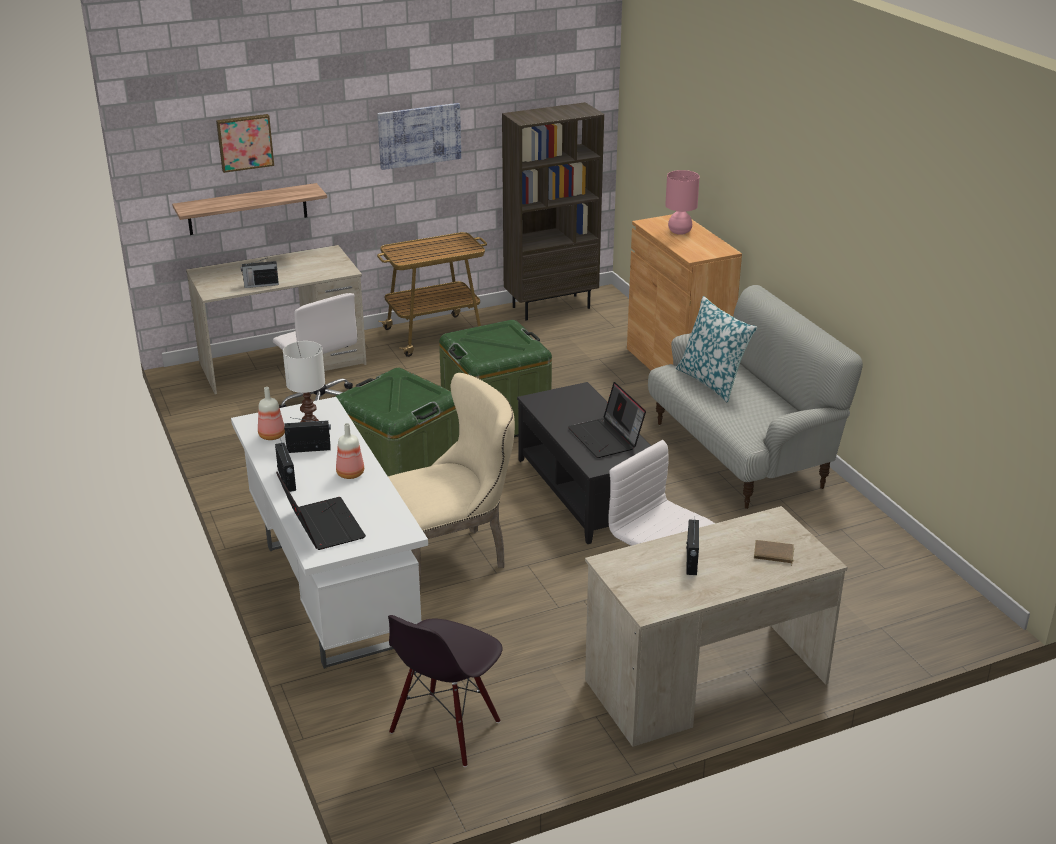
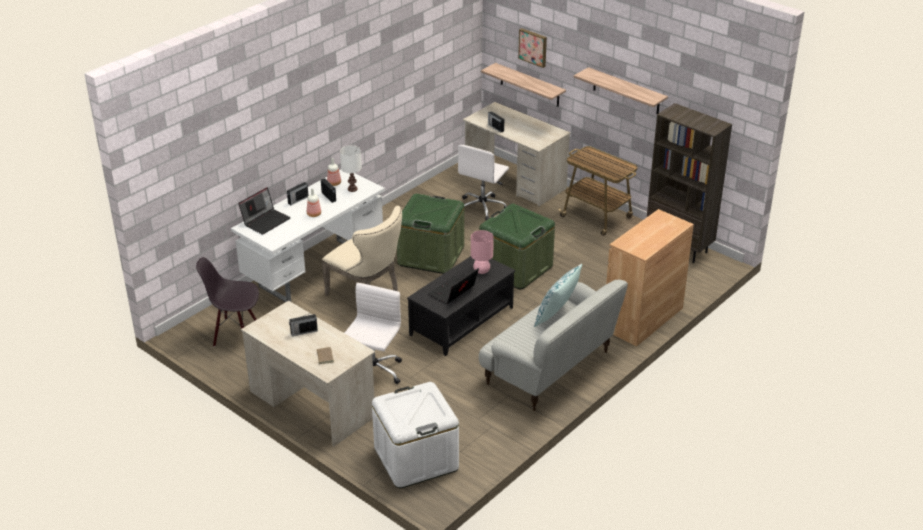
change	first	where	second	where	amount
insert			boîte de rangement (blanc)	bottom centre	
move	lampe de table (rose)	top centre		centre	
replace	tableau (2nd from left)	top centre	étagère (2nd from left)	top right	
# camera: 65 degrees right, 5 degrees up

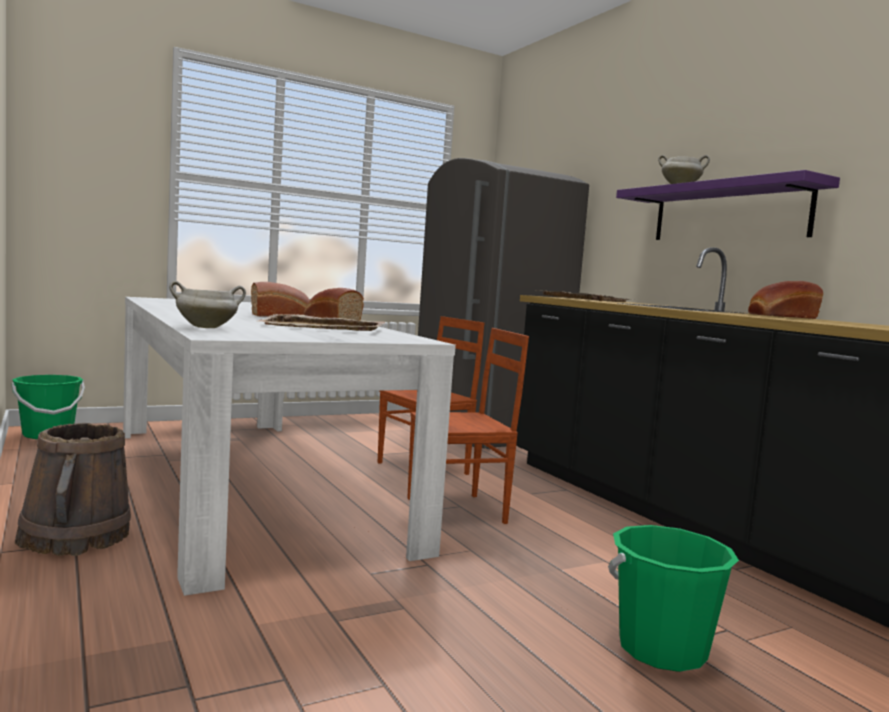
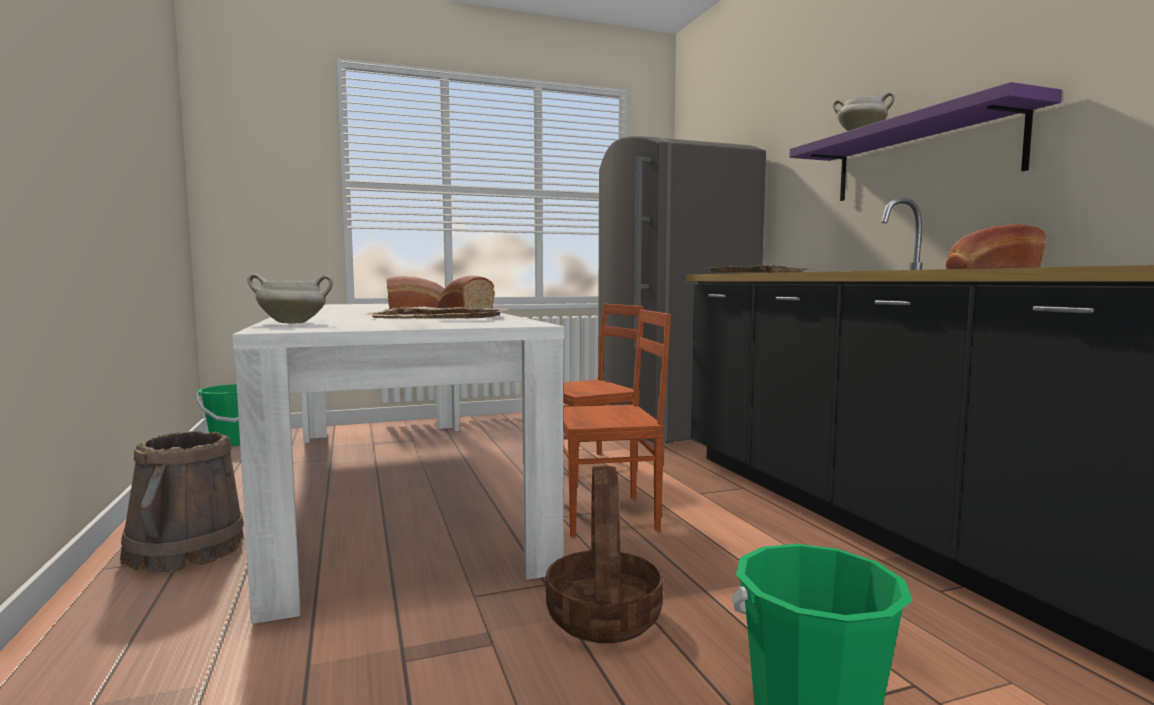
change	first	where	second	where	amount
insert			panier	bottom centre	
# camera: 10 degrees right, 0 degrees up

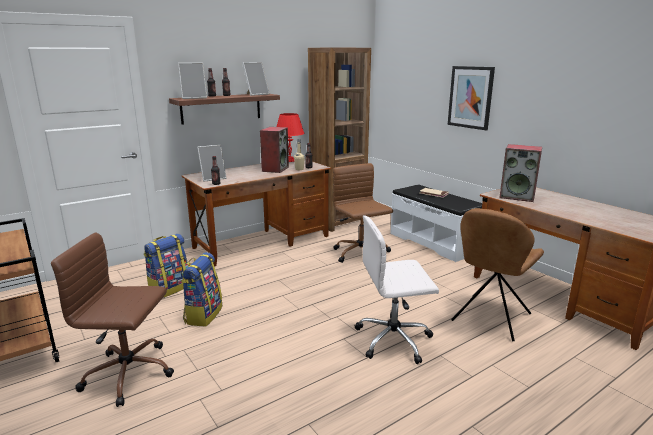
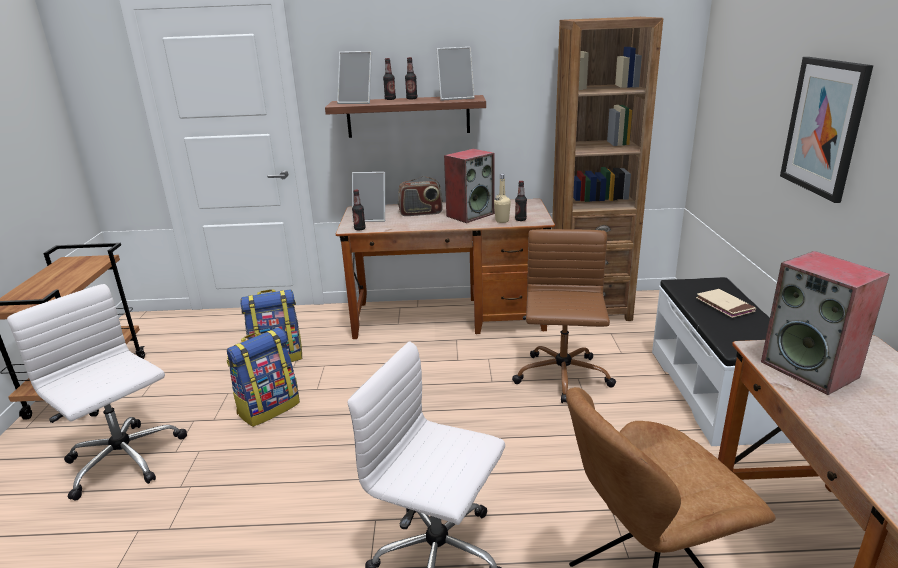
change	first	where	second	where	amount
delete	lampe de table (rouge)	top centre			
insert			radio	centre	
recolor	chaise de bureau (marron) (1st from left)	bottom left	chaise de bureau (blanc) (1st from left)	bottom left	
# camera: 35 degrees right, 5 degrees up

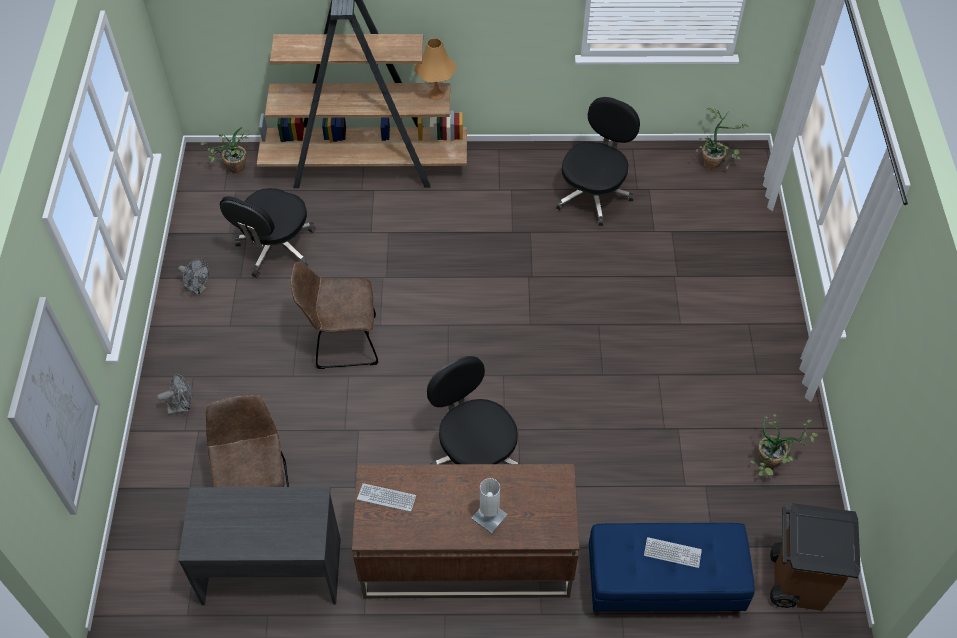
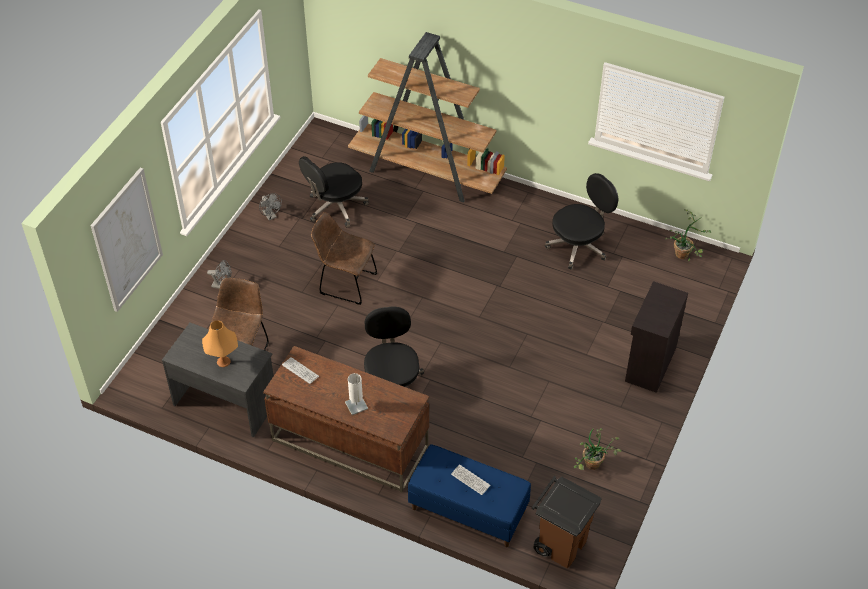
change	first	where	second	where	amount
delete	plante en pot (1st from left)	top left			
insert			meuble de rangement (noir)	middle right	
move	lampe de table (orange)	top centre		middle left	
# camera: 25 degrees right, 5 degrees down

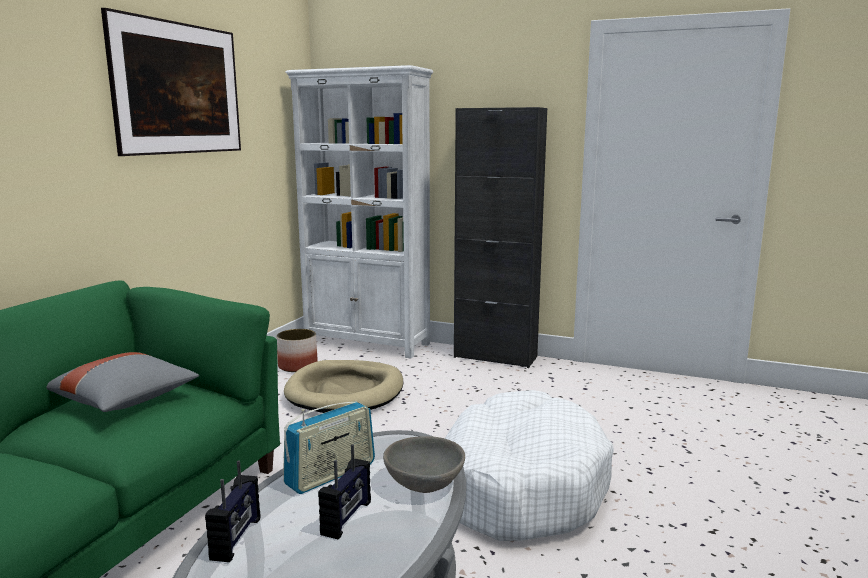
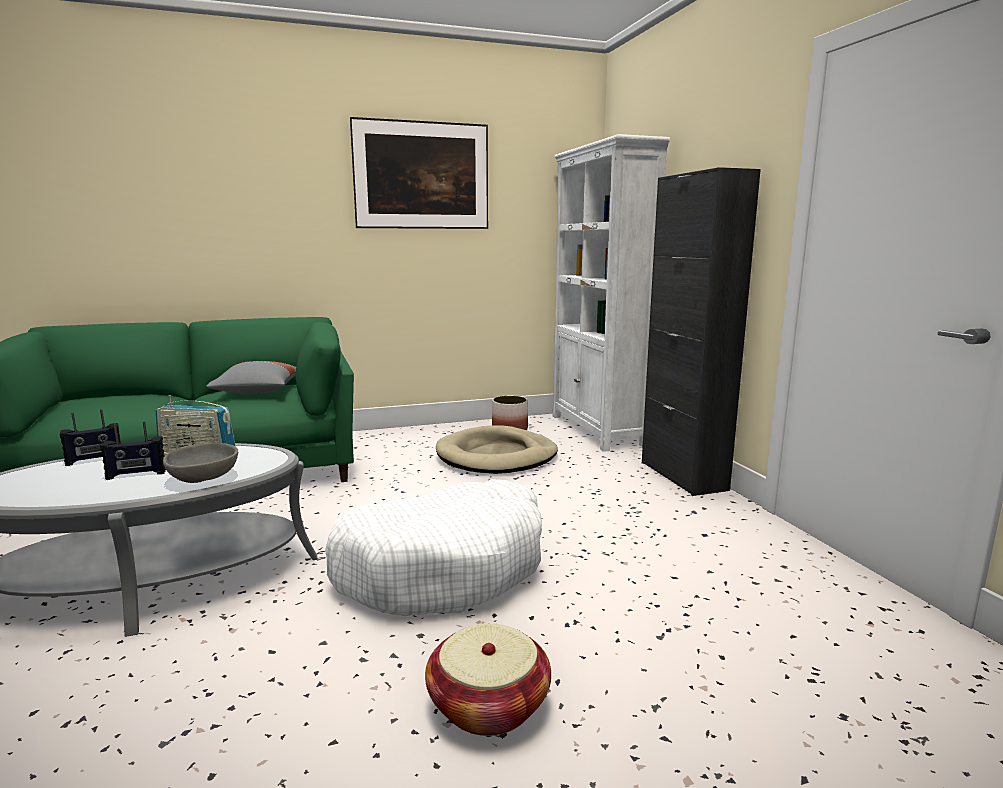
change	first	where	second	where	amount
insert			panier	bottom centre	
# camera: 50 degrees right, 0 degrees up

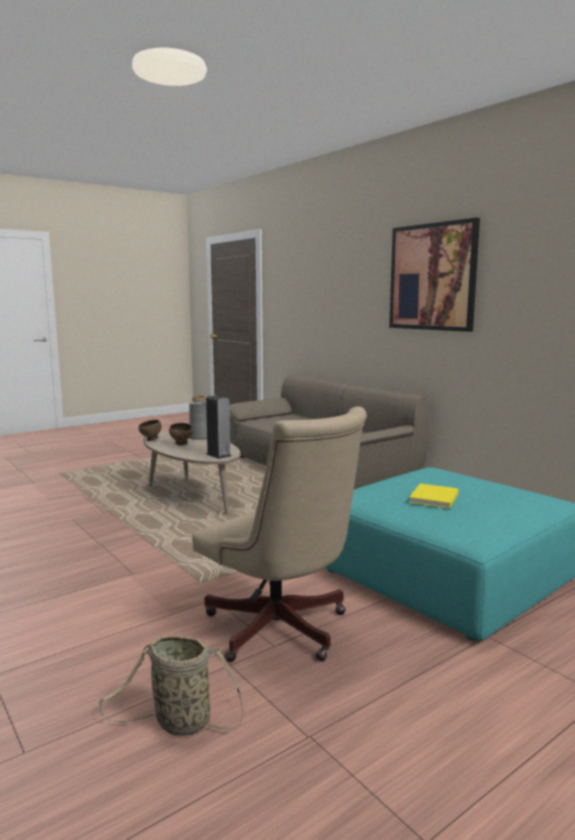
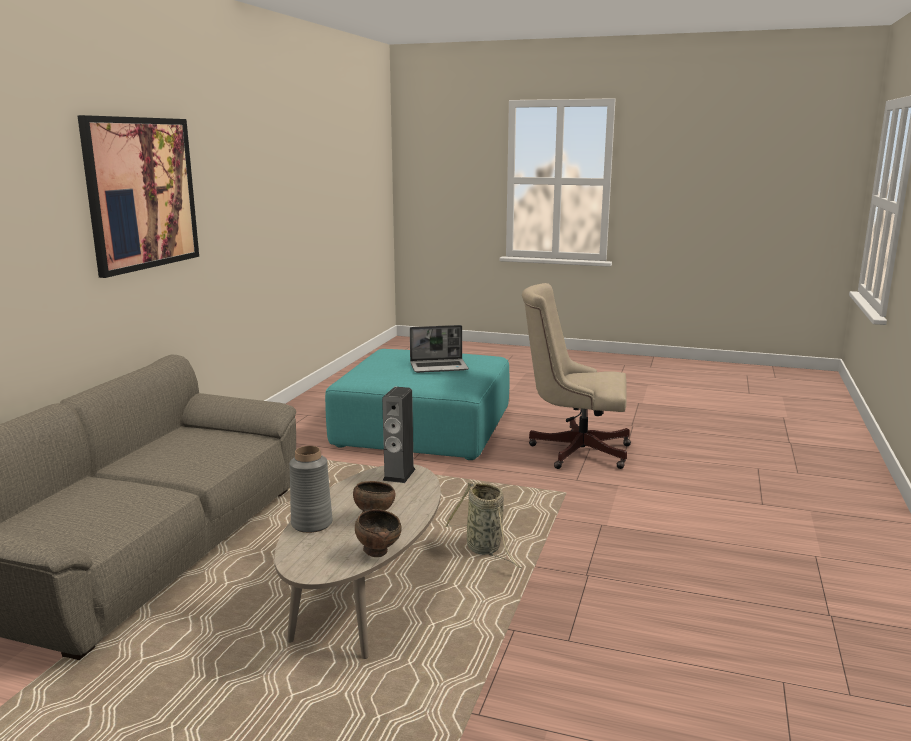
change	first	where	second	where	amount
move	panier	bottom left		bottom centre	
replace	livre (jaune)	middle right	ordinateur portable	centre	
rotate	chaise de bureau (beige)	centre		centre	90 degrees counterclockwise
# camera: 125 degrees left, 5 degrees up

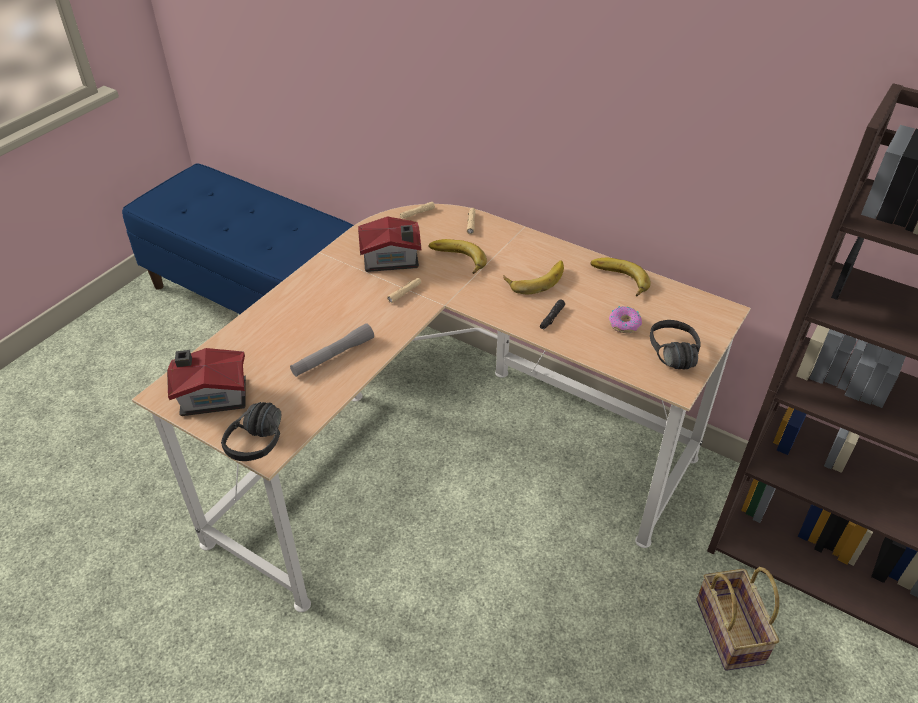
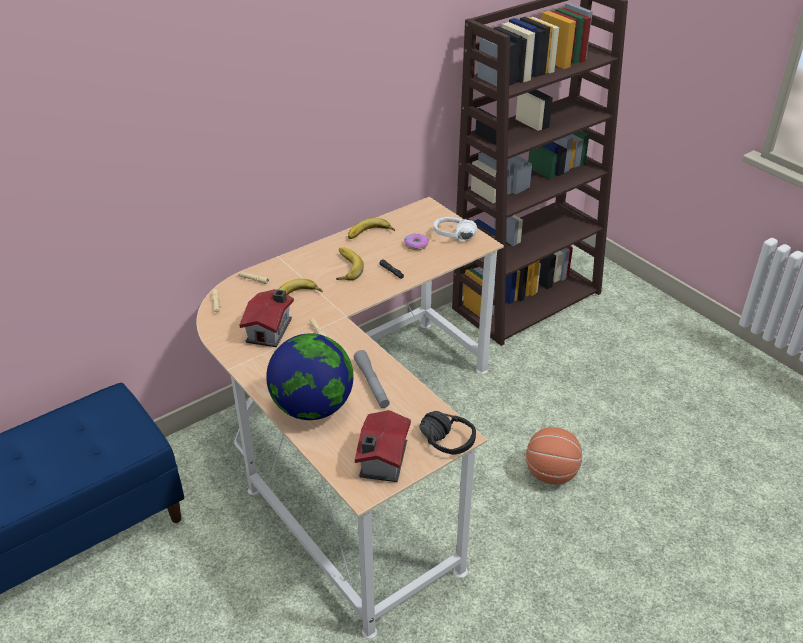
change	first	where	second	where	amount
delete	panier	bottom right			
insert			globe	centre	
insert			ballon de basket	bottom right	
recolor	casque audio (noir) (2nd from left)	middle right	casque audio (blanc)	centre	
# camera: 70 degrees left, 5 degrees down

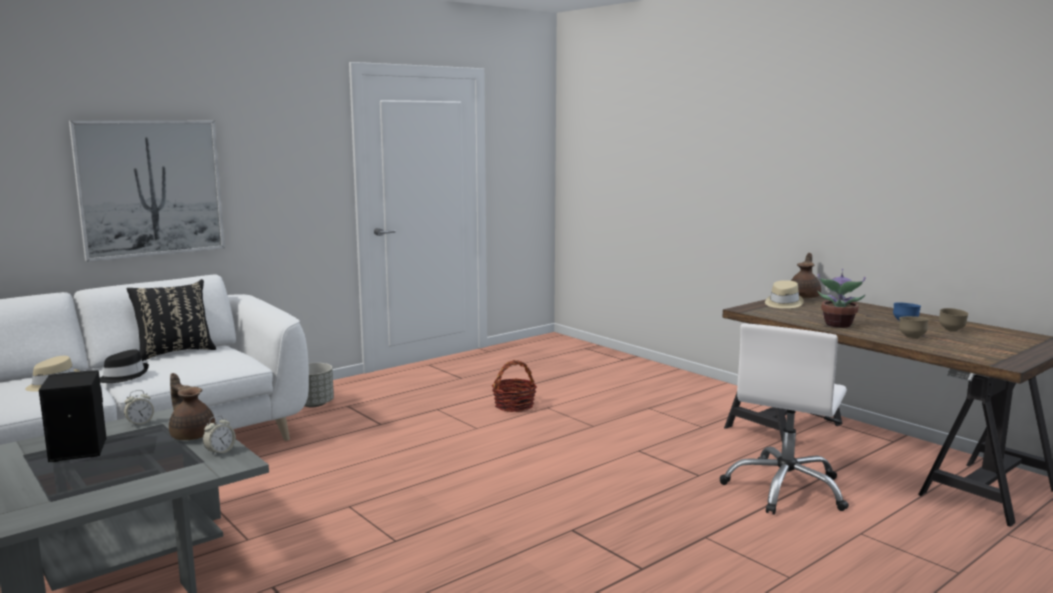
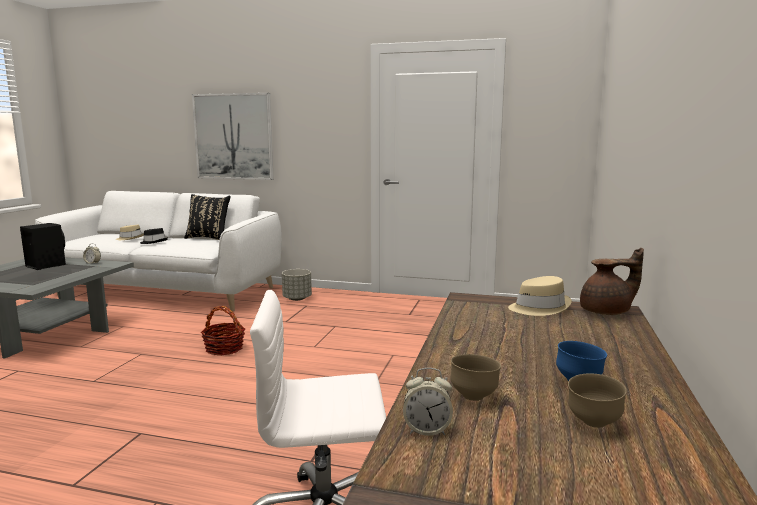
change	first	where	second	where	amount
delete	théière (marron) (1st from left)	bottom left			
delete	plante en pot	middle right			
move	réveil (2nd from left)	bottom left		bottom centre	
move	panier	centre		middle left	
# camera: 55 degrees right, 0 degrees up

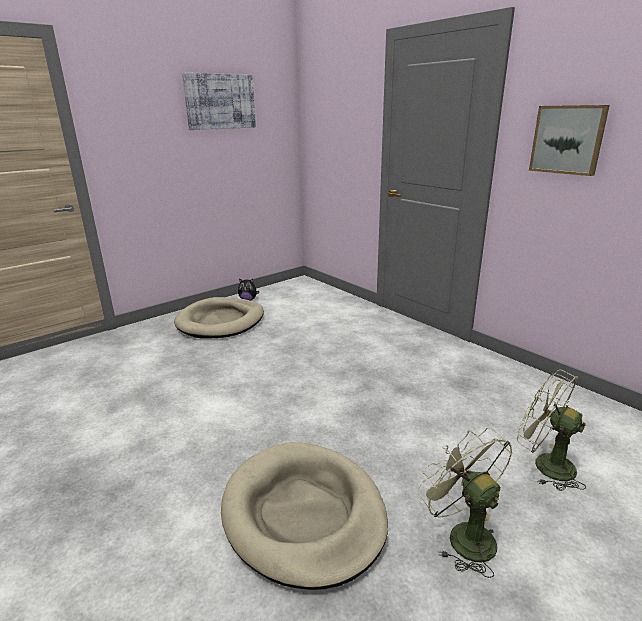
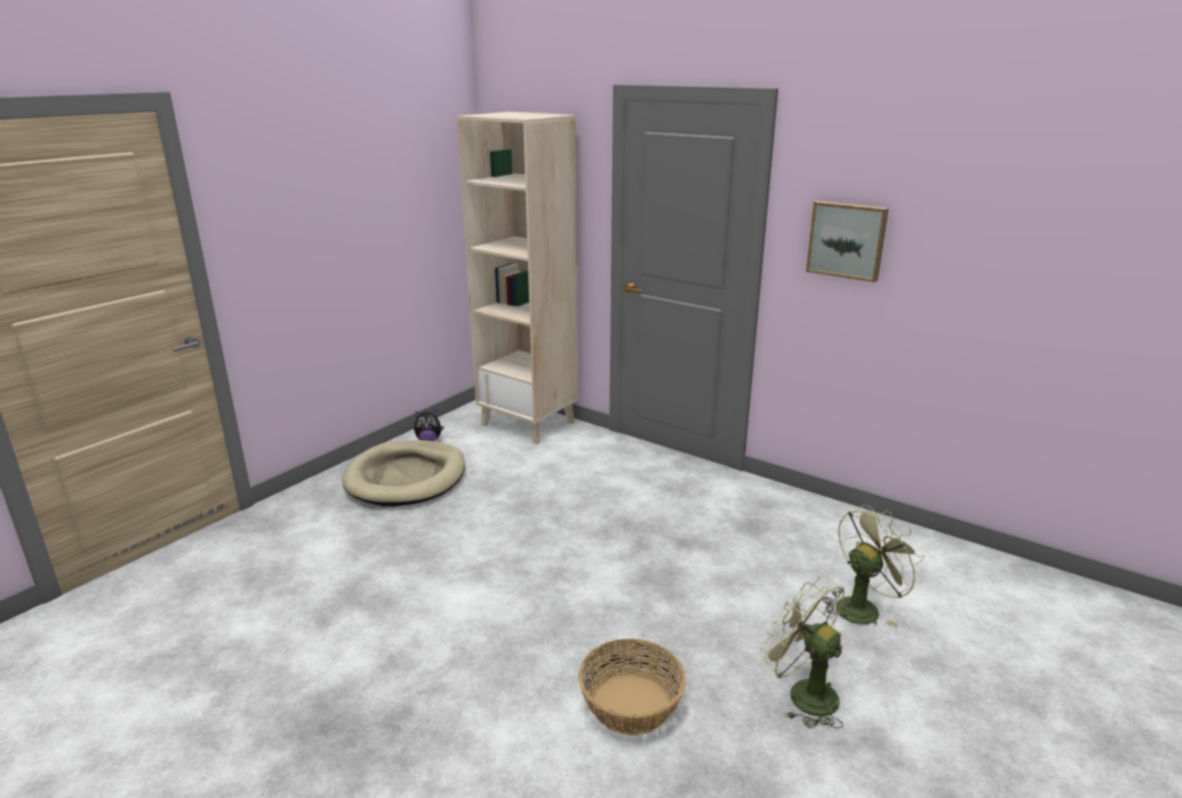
change	first	where	second	where	amount
delete	tableau (1st from left)	top centre			
insert			bibliothèque (beige)	centre	
replace	panier pour chien (beige) (2nd from left)	bottom centre	panier	bottom centre	
rotate	ventilateur (vert) (2nd from left)	bottom right		bottom right	120 degrees clockwise
# camera: 15 degrees left, 0 degrees up

